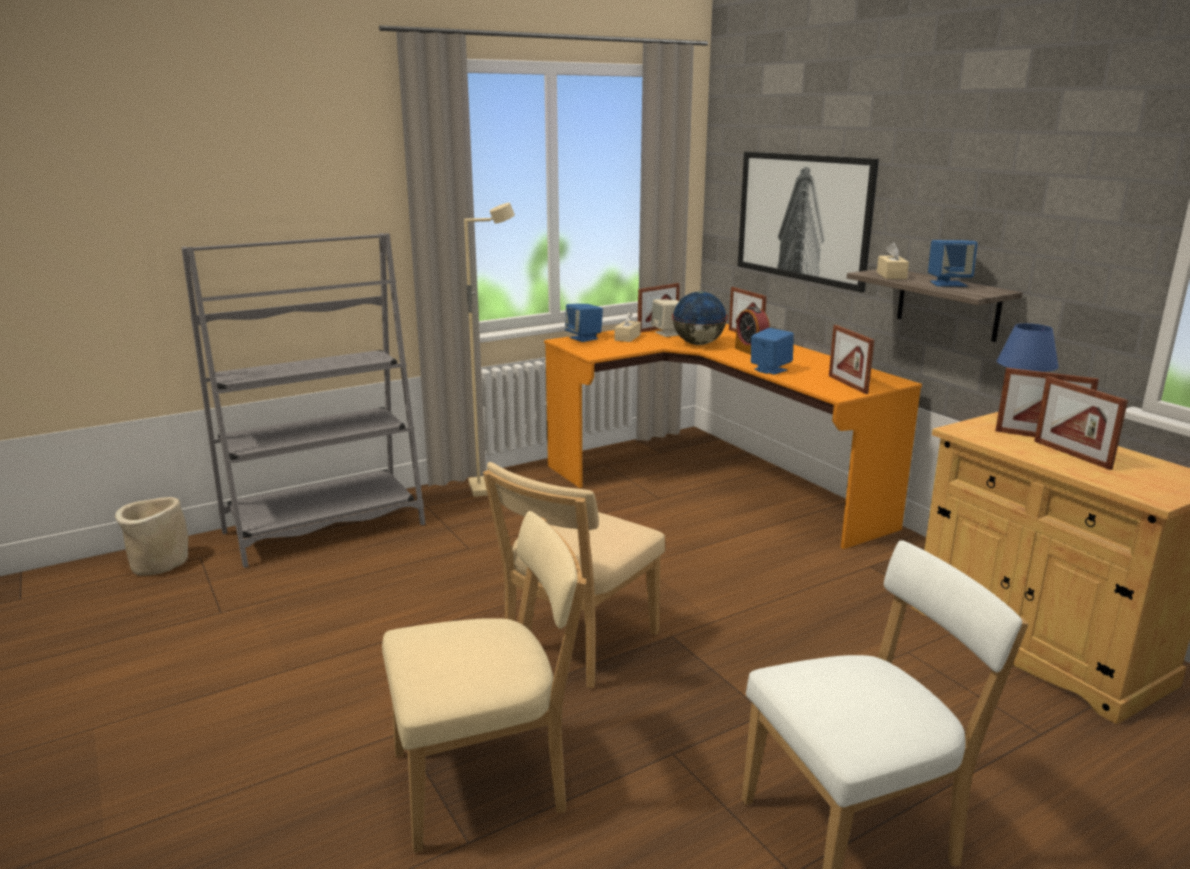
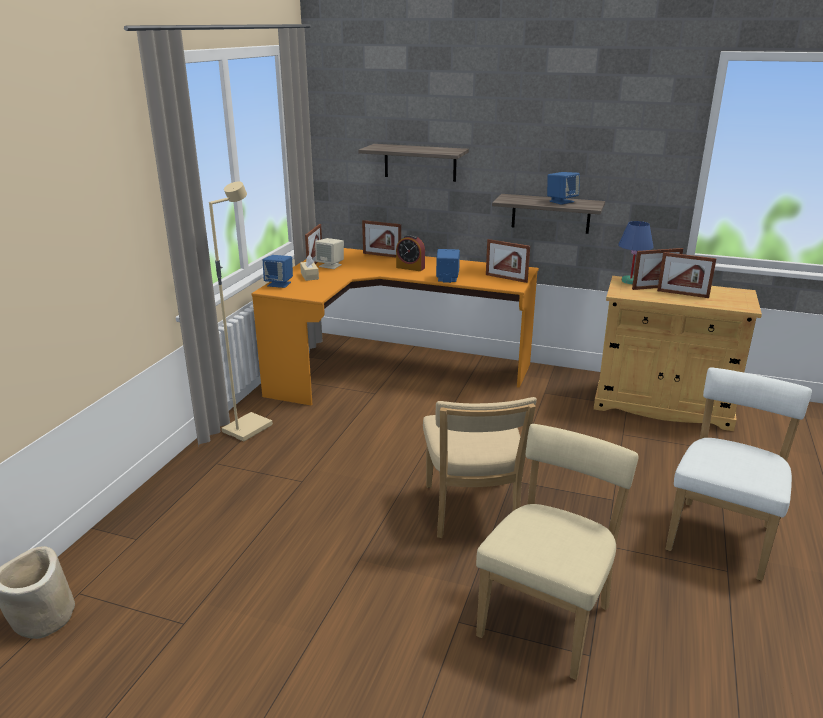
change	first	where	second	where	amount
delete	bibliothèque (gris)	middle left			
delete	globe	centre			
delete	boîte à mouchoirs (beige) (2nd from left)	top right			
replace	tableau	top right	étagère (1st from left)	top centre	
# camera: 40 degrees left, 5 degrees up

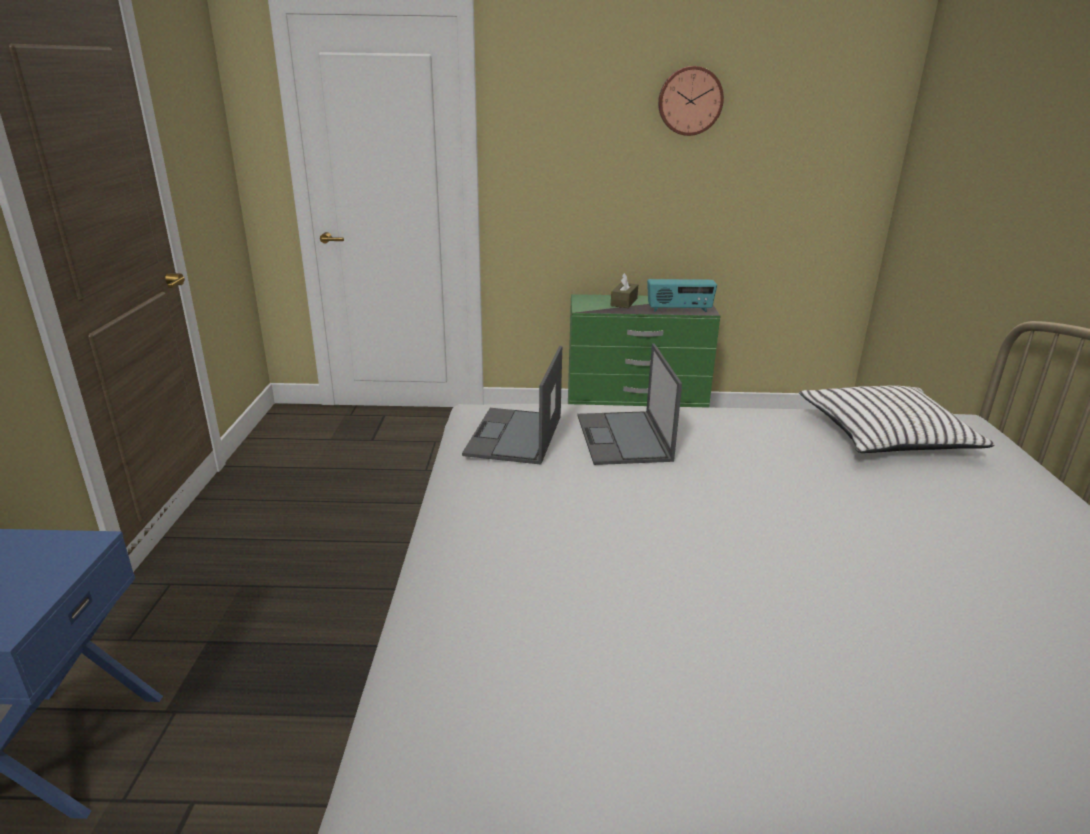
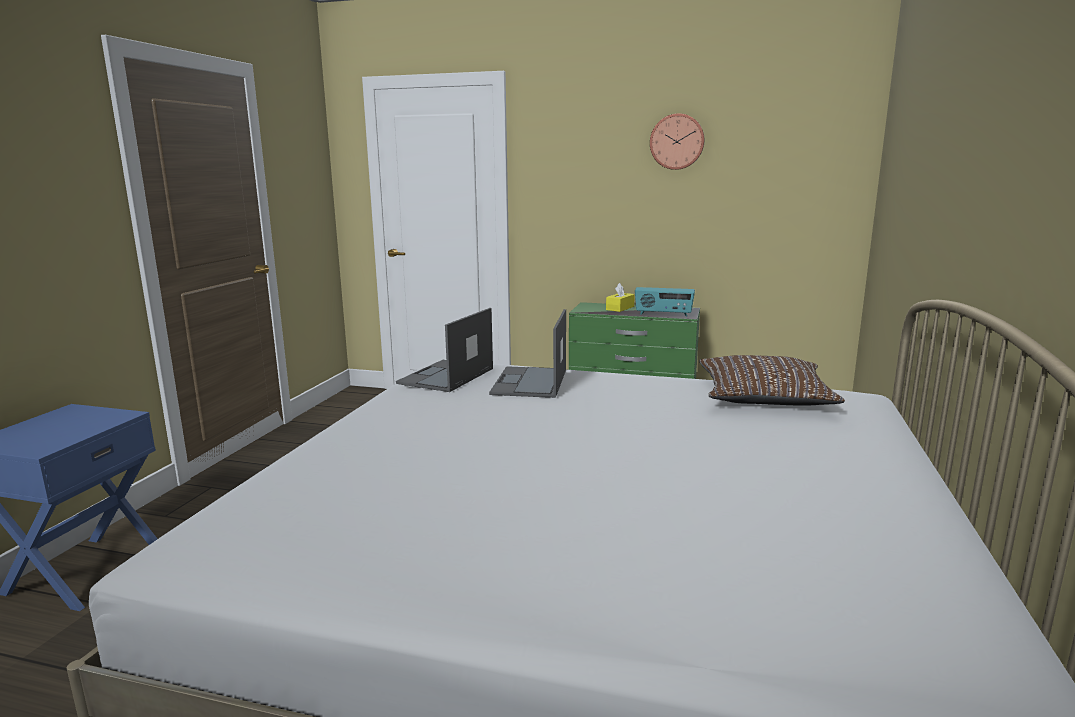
change	first	where	second	where	amount
recolor	boîte à mouchoirs (marron)	centre	boîte à mouchoirs (jaune)	centre	
recolor	coussin (blanc)	middle right	coussin (marron)	middle right	
# camera: 15 degrees right, 10 degrees down

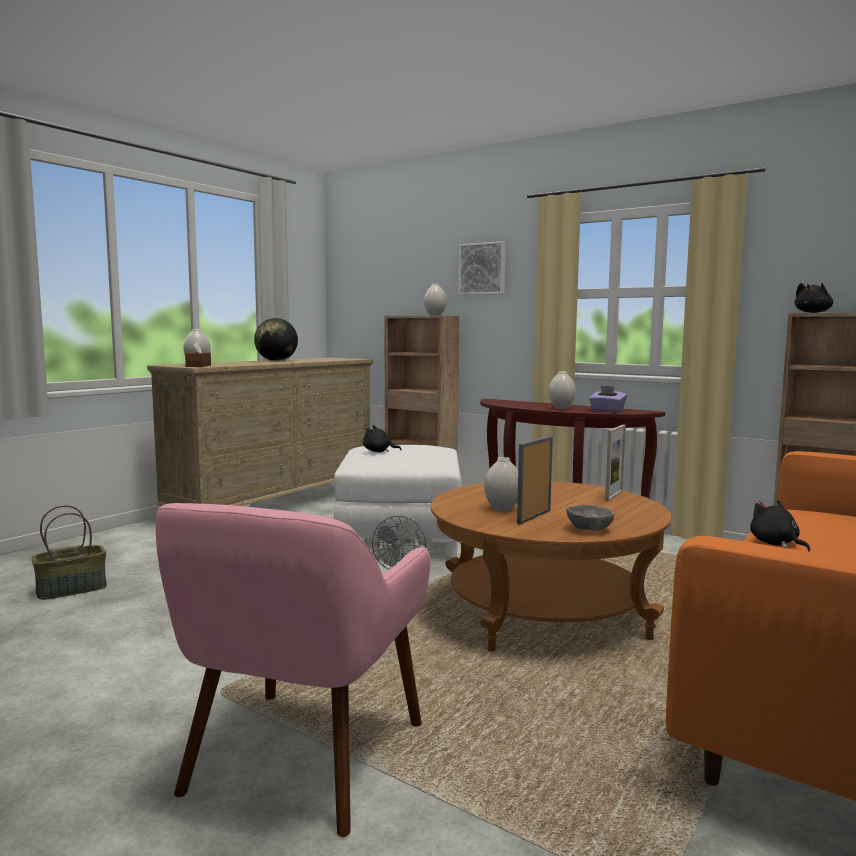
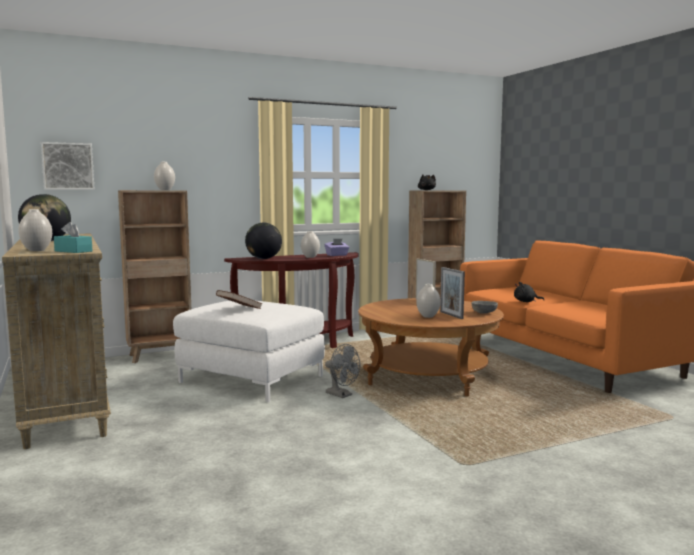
change	first	where	second	where	amount
delete	panier	middle left			
delete	fauteuil (rose)	bottom centre			
insert			globe (2nd from left)	centre	
move	tableau	top centre		top left	
replace	peluche (noir) (1st from left)	centre	livre (marron)	centre	
recolor	boîte à mouchoirs (marron)	middle left	boîte à mouchoirs (turquoise)	middle left	
# camera: 60 degrees left, 0 degrees up

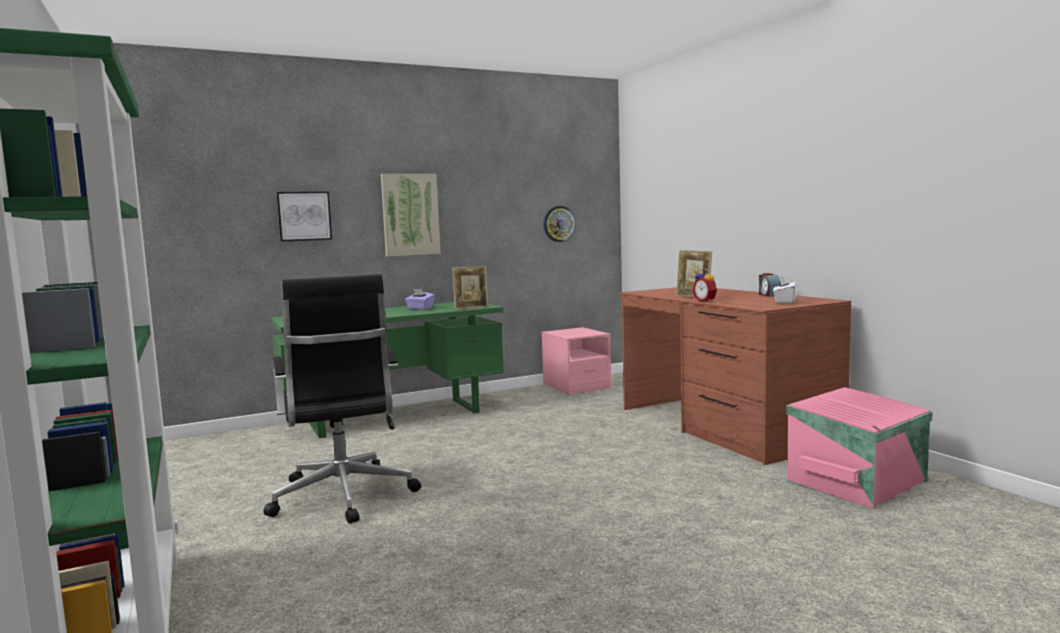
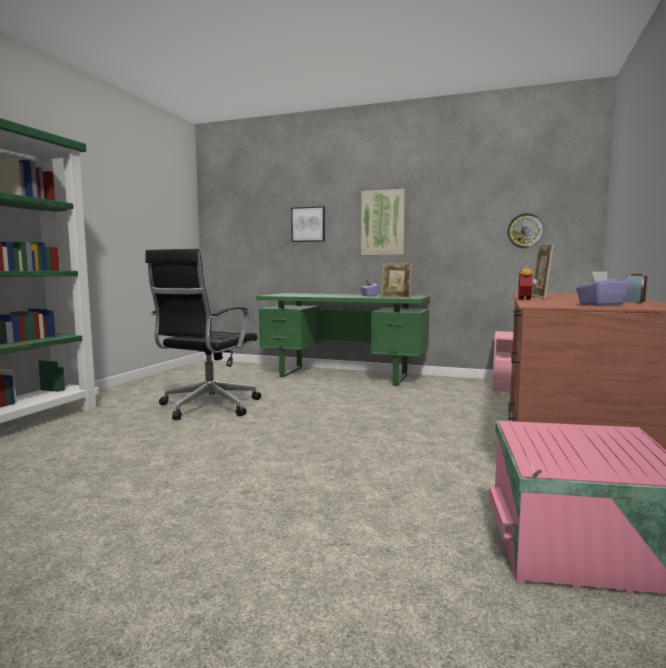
change	first	where	second	where	amount
recolor	boîte à mouchoirs (blanc)	middle right	boîte à mouchoirs (violet) (2nd from left)	middle right	
# camera: 45 degrees right, 0 degrees up

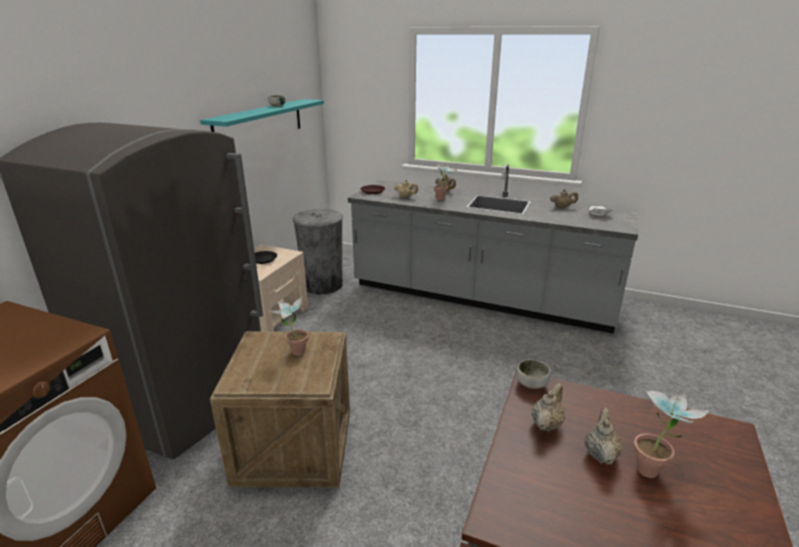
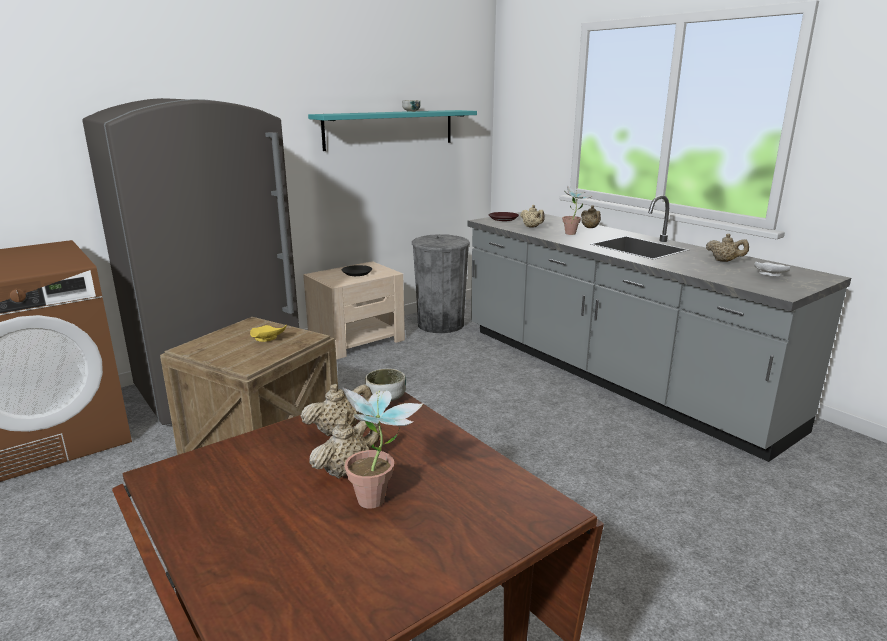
change	first	where	second	where	amount
replace	plante en pot (1st from left)	centre	assiette (jaune)	middle left	
# camera: 30 degrees right, 5 degrees down

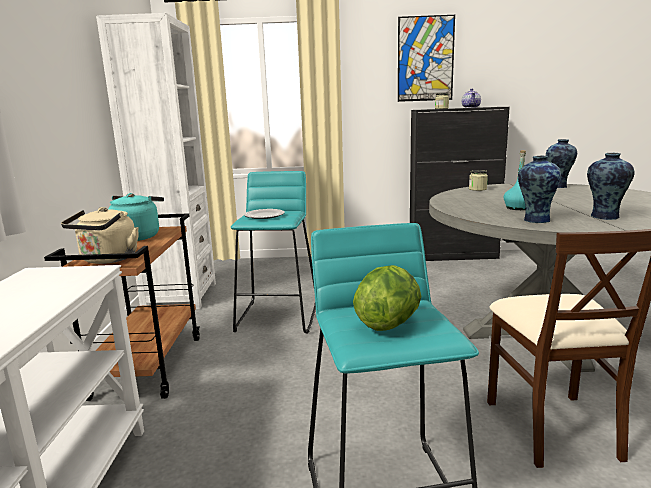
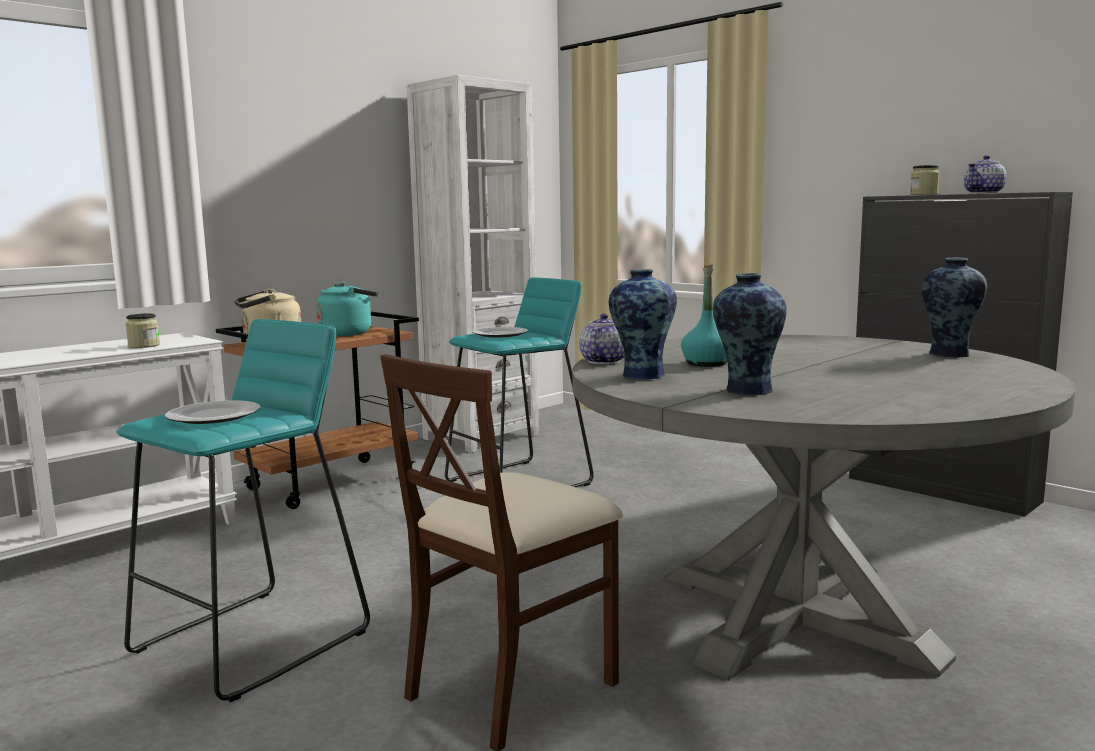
change	first	where	second	where	amount
delete	tableau	top centre			
insert			théière (1st from left)	centre	
move	bocal (2nd from left in the first image)	middle right	bocal (1st from left)	middle left	
replace	laitue	centre	assiette (1st from left)	middle left	
# camera: 45 degrees right, 5 degrees down

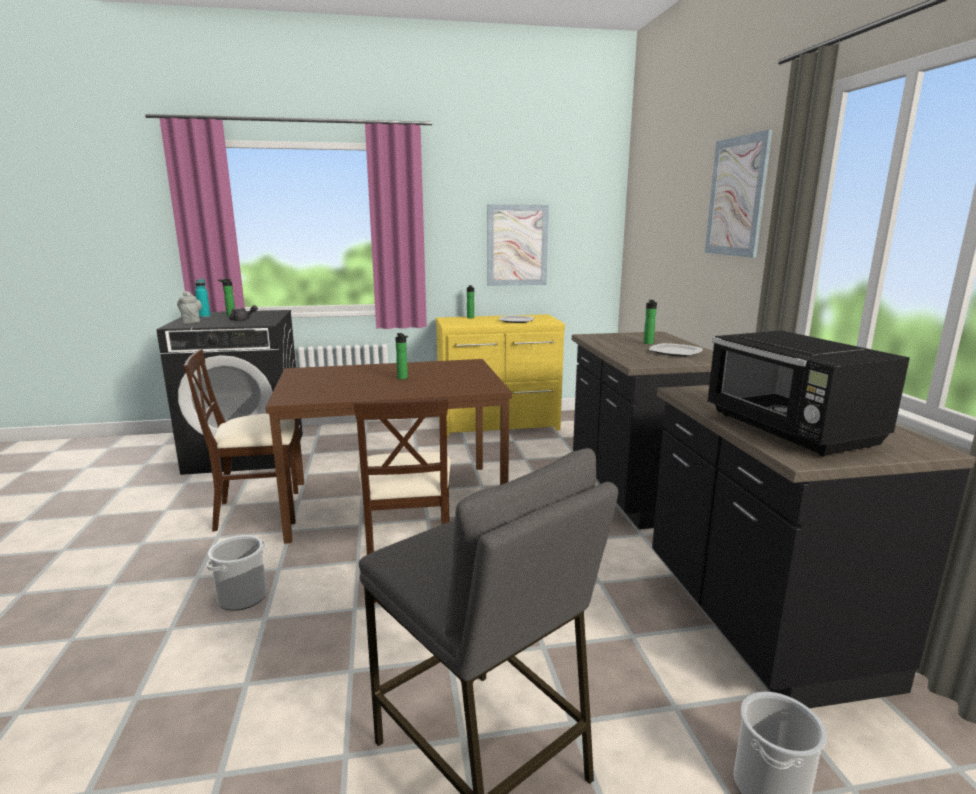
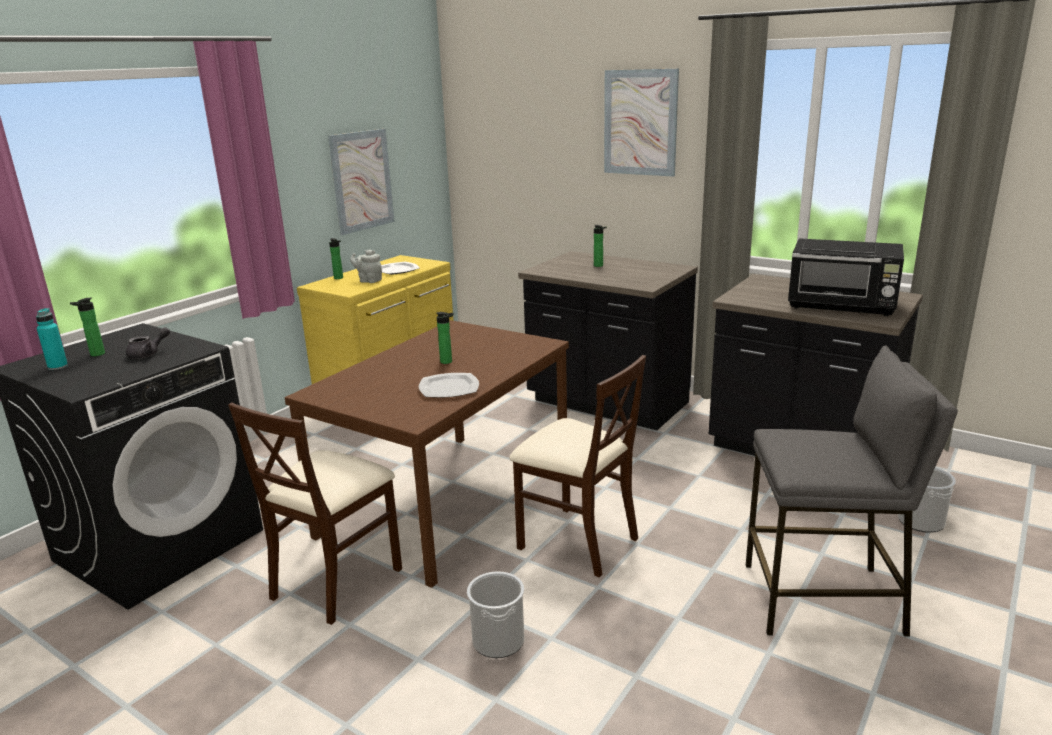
change	first	where	second	where	amount
move	théière (gris) (1st from left in the first image)	middle left	théière (gris) (2nd from left)	centre	
move	assiette (2nd from left)	middle right		centre	
# camera: 45 degrees left, 5 degrees up

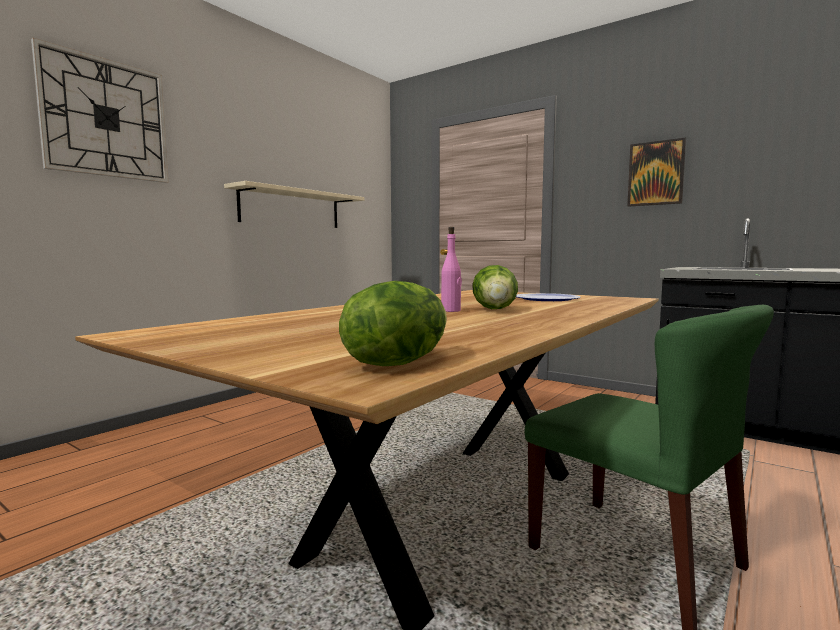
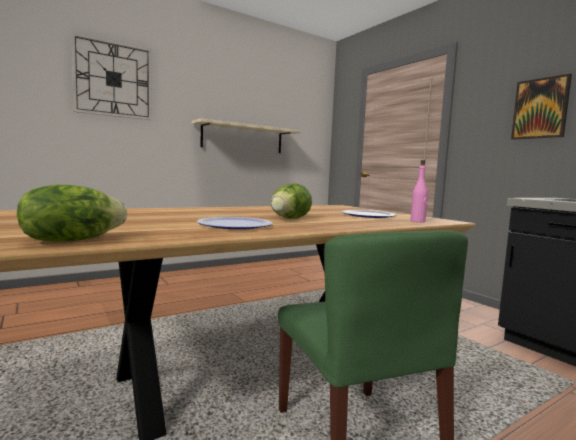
change	first	where	second	where	amount
insert			assiette (1st from left)	centre	
move	bouteille (rose)	centre		middle right	
# camera: 20 degrees right, 0 degrees up

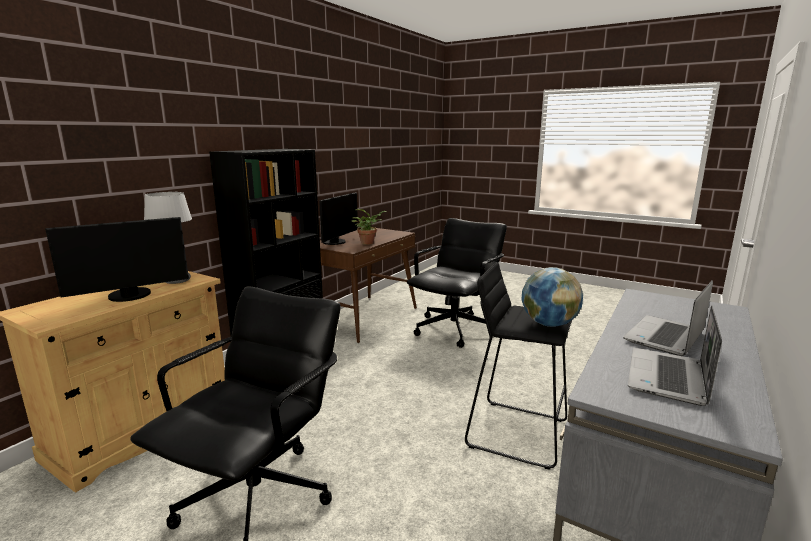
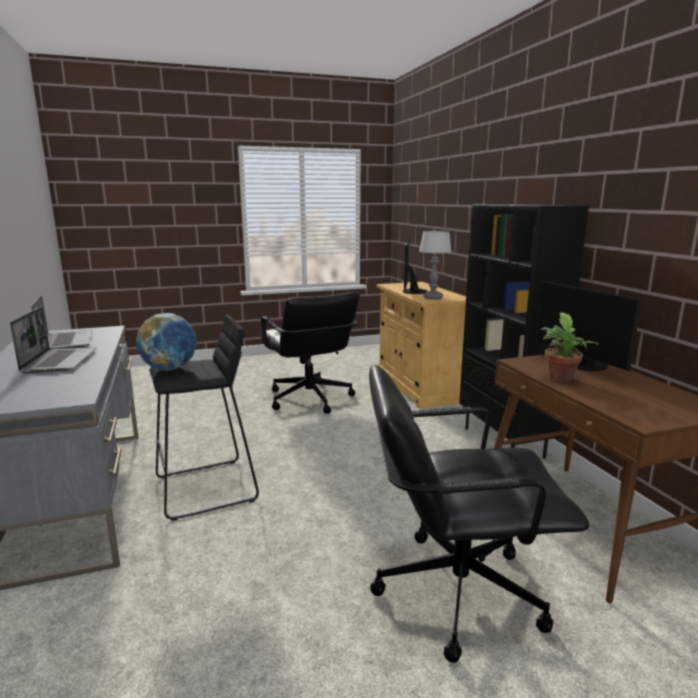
change	first	where	second	where	amount
rotate	chaise de bureau (noir) (2nd from left)	centre		bottom right	105 degrees clockwise
# camera: 130 degrees right, 0 degrees up

